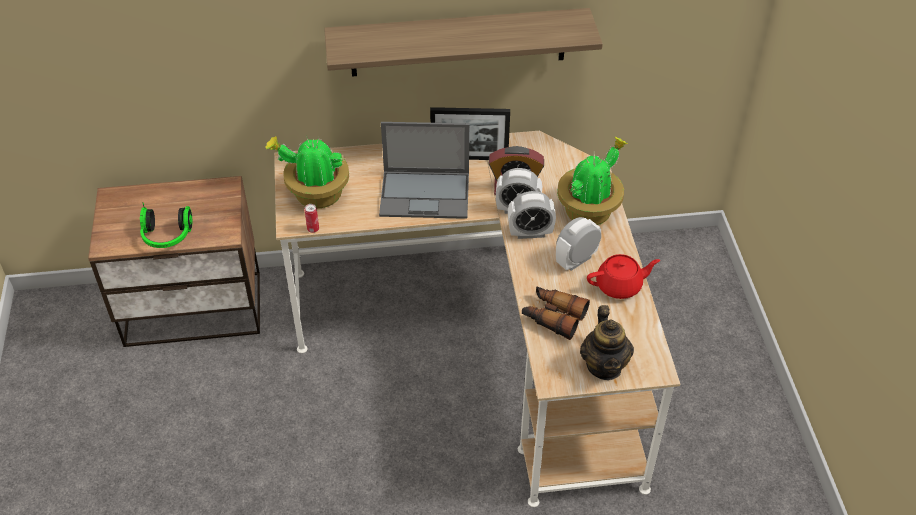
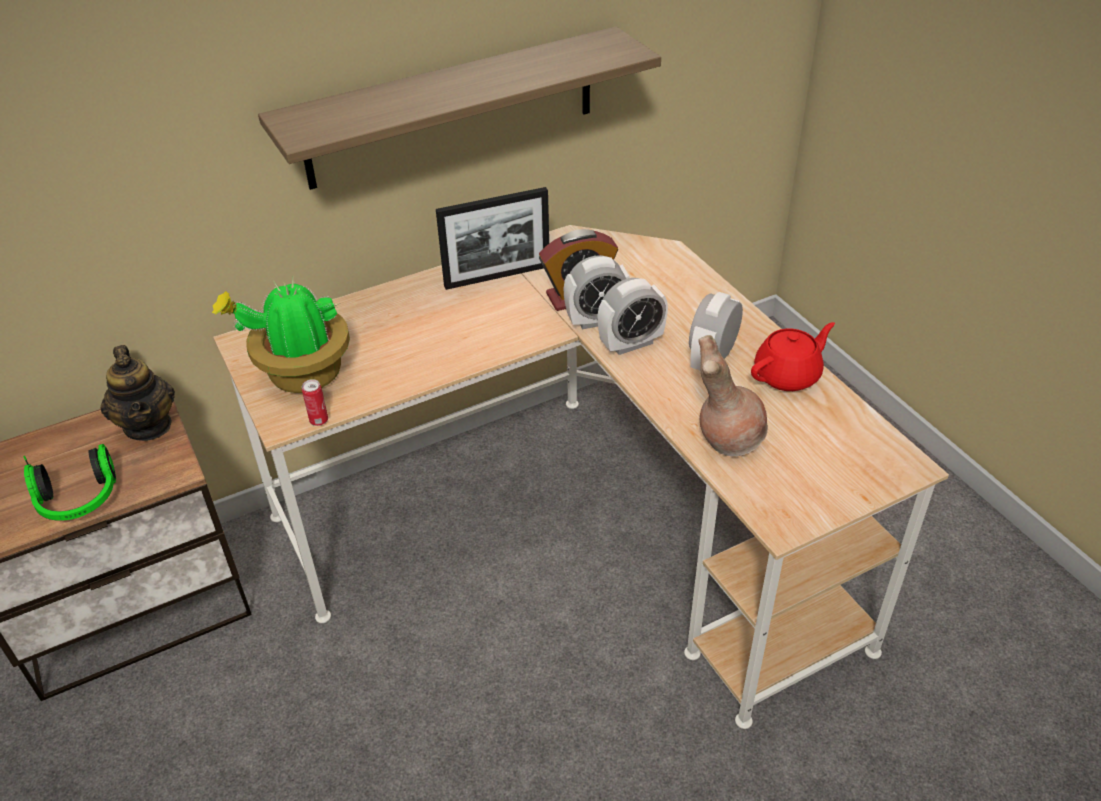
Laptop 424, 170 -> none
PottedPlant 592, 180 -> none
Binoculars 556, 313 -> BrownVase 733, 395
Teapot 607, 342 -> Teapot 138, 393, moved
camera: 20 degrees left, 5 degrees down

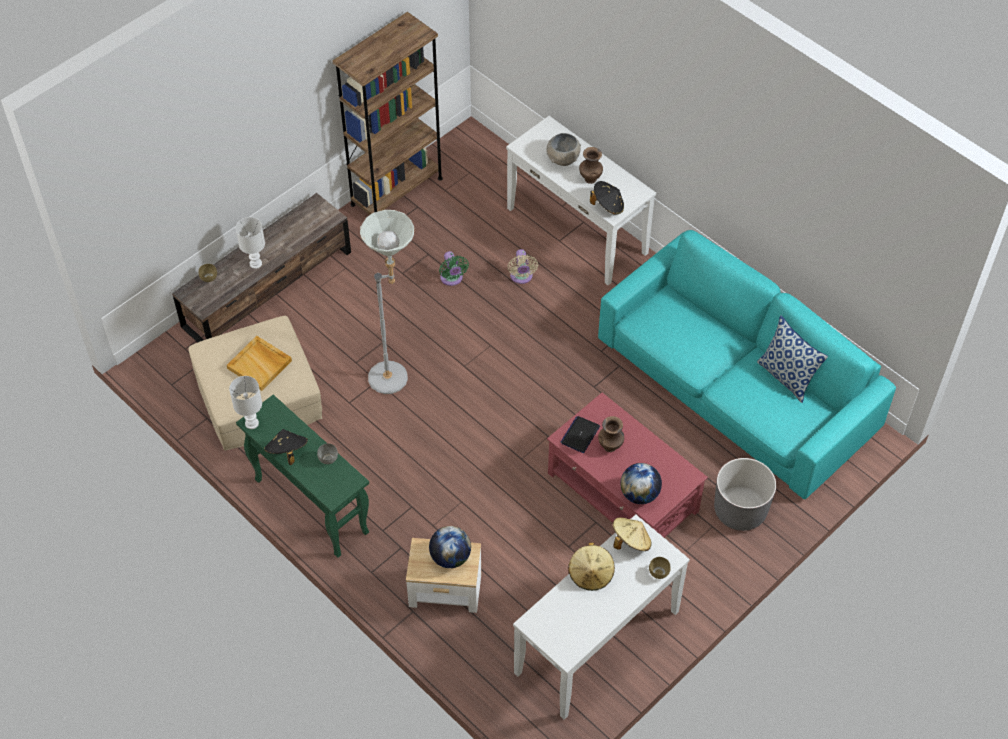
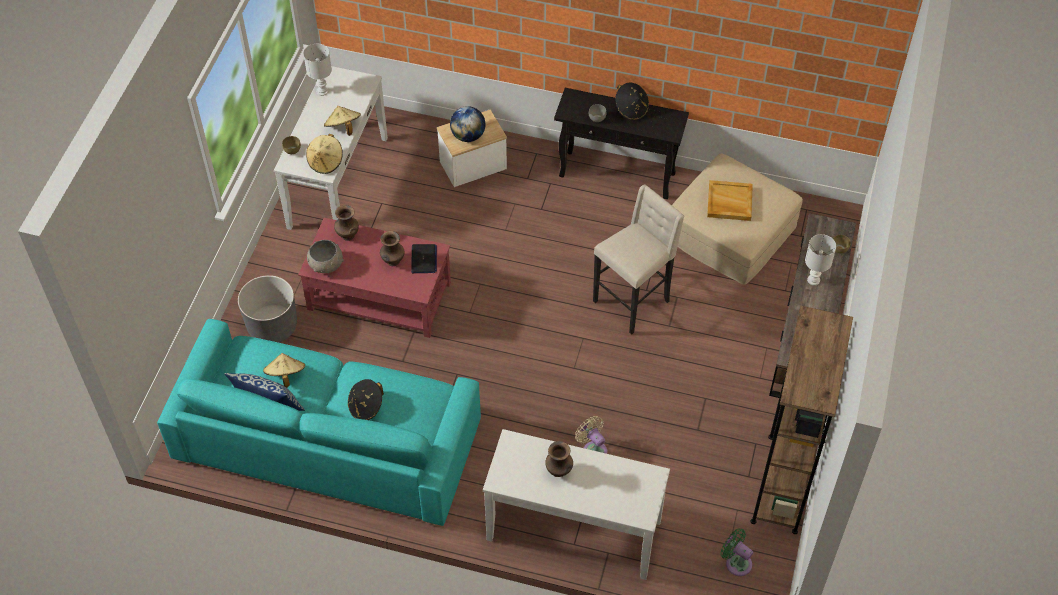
GreyBowl 563, 149 -> GreyBowl 325, 256, moved
BlackHat 607, 198 -> BlackHat 366, 399, moved
GreyFloorLamp 387, 302 -> BeigeStool 638, 259
GreenFan 454, 268 -> GreenFan 736, 552, moved
WhiteTableLamp 245, 402 -> WhiteTableLamp 317, 70, moved
GreenConsoleTable 302, 476 -> BlackConsoleTable 621, 143
Globe 641, 483 -> BrownVase 346, 223
none -> BeigeHat 284, 370
camera: 150 degrees right, 0 degrees up

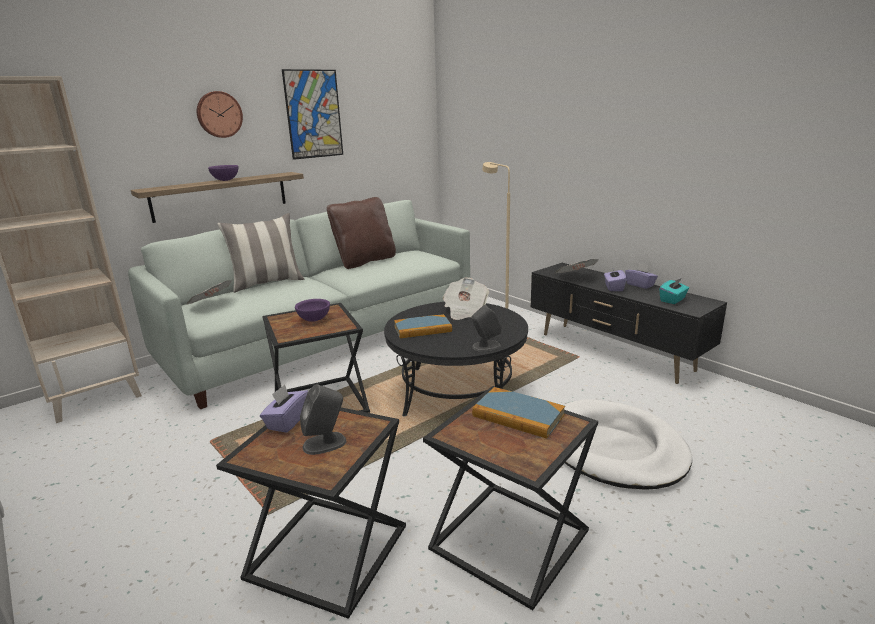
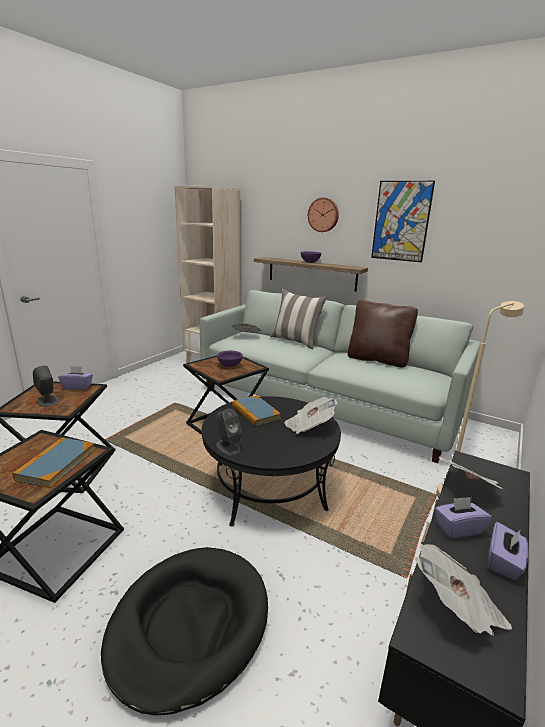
TurquoiseTissueBox 674, 291 -> Newspaper 463, 589
WhiteDogBed 628, 444 -> BlackDogBed 184, 631
camera: 70 degrees right, 0 degrees up

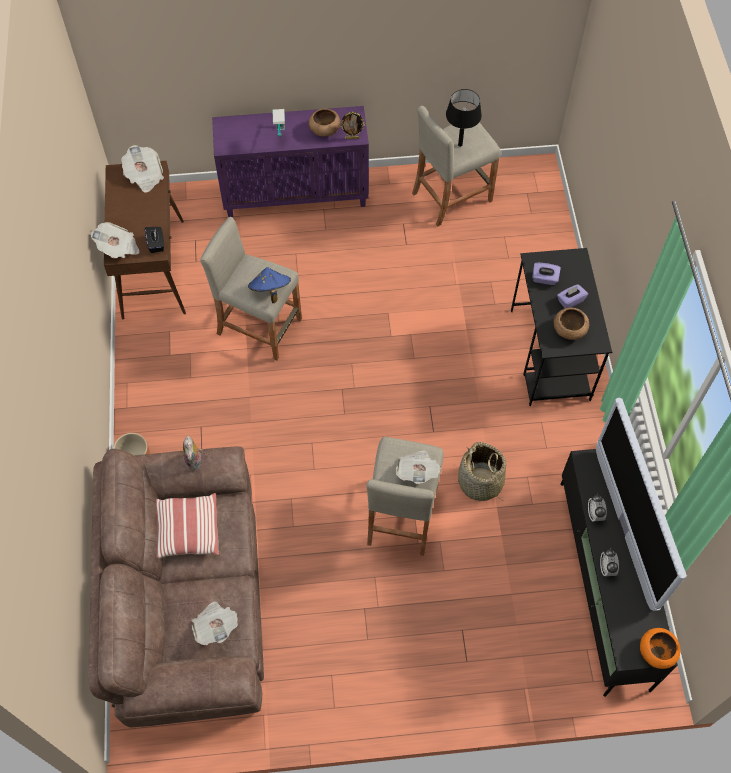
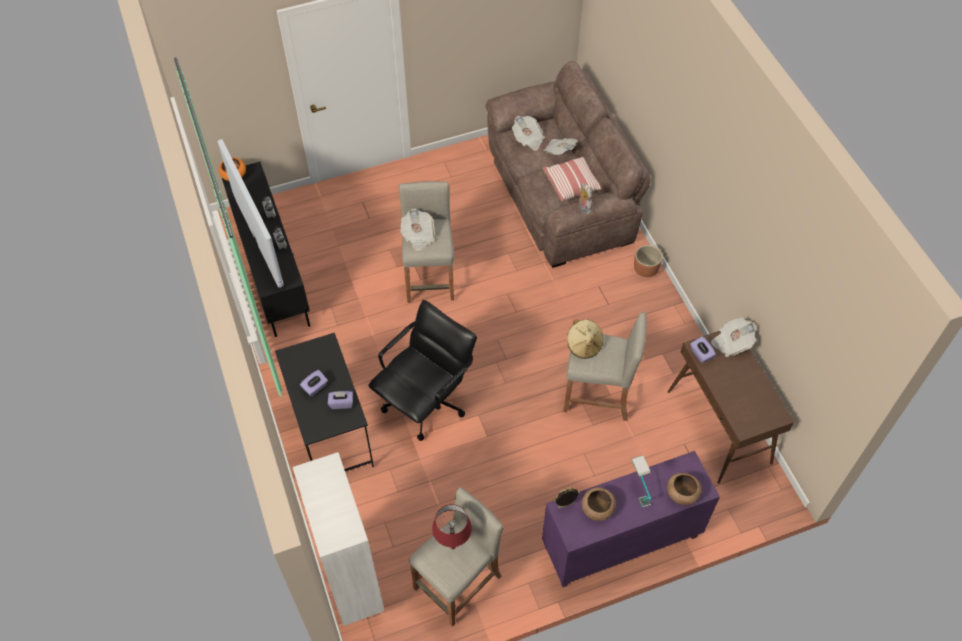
BlackTableLamp 464, 118 -> RedTableLamp 452, 526
Newspaper 142, 169 -> Newspaper 560, 146, moved
BlackTissueBox 154, 240 -> PurpleTissueBox 703, 349
BlueHat 269, 285 -> BeigeHat 585, 339
BrownBowl 571, 323 -> BrownBowl 684, 489, moved
Basket 482, 471 -> none
none -> BlackOfficeChair 423, 370
none -> WhiteBookcase 338, 539
camera: 165 degrees right, 5 degrees down

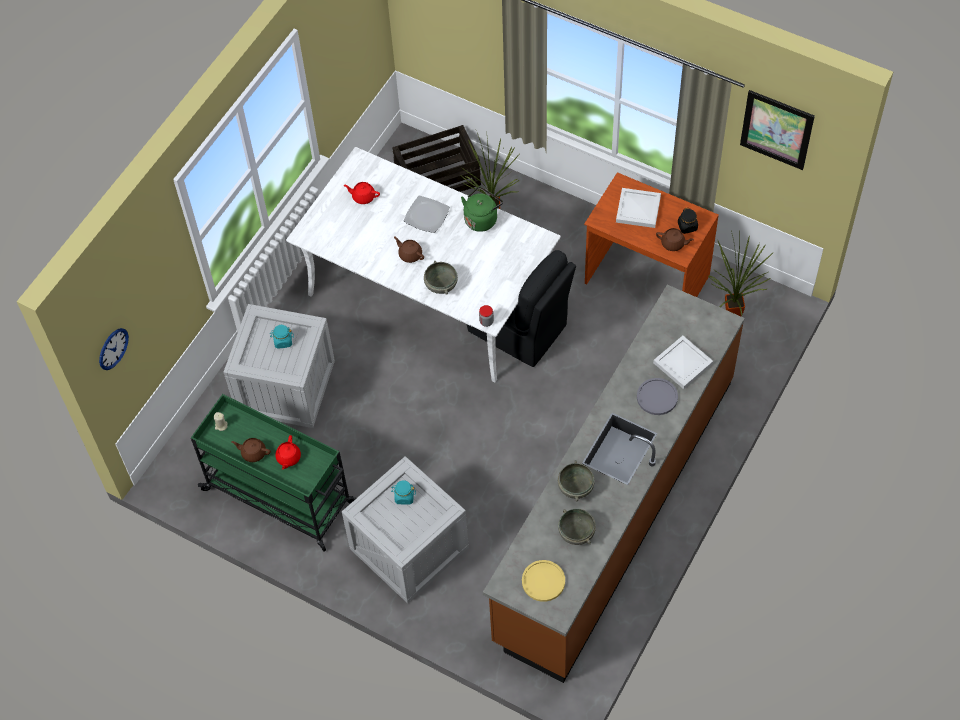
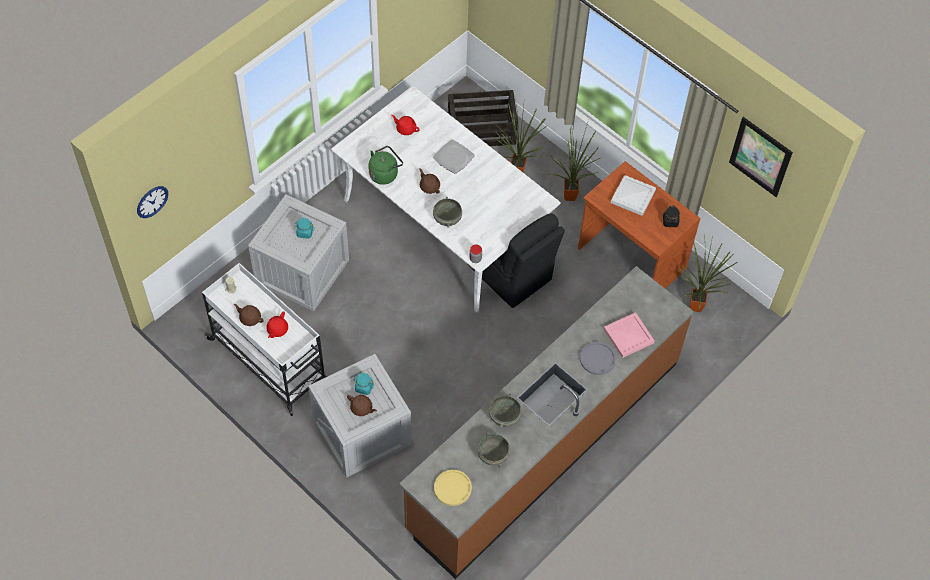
GreenKettle 482, 209 -> GreenKettle 385, 165, moved
BrownTeapot 675, 239 -> BrownTeapot 362, 405, moved
WhiteTray 683, 362 -> PinkTray 629, 335
GreenCart 273, 472 -> WhiteCart 265, 339
none -> PottedPlant 574, 160
camera: 10 degrees right, 0 degrees up

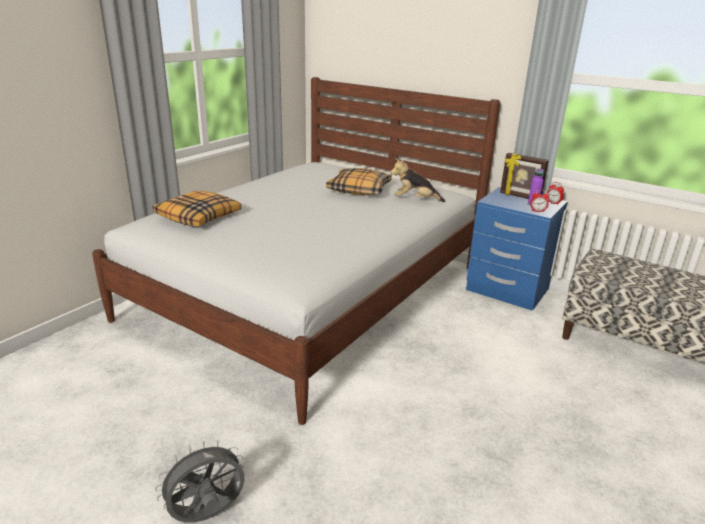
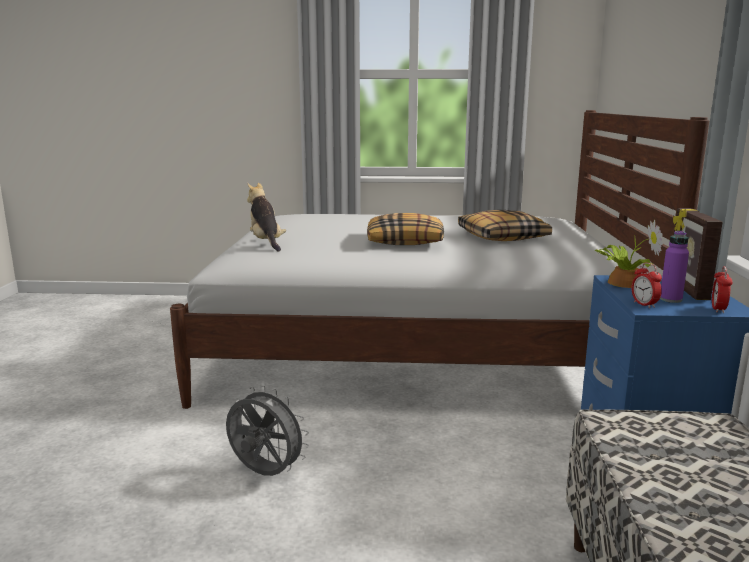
PlushToy 417, 180 -> PlushToy 266, 217, moved
Pillow 197, 208 -> Pillow 405, 229, moved
GreyFan 200, 481 -> GreyFan 267, 430, moved
none -> PottedPlant 629, 254
camera: 60 degrees right, 10 degrees down

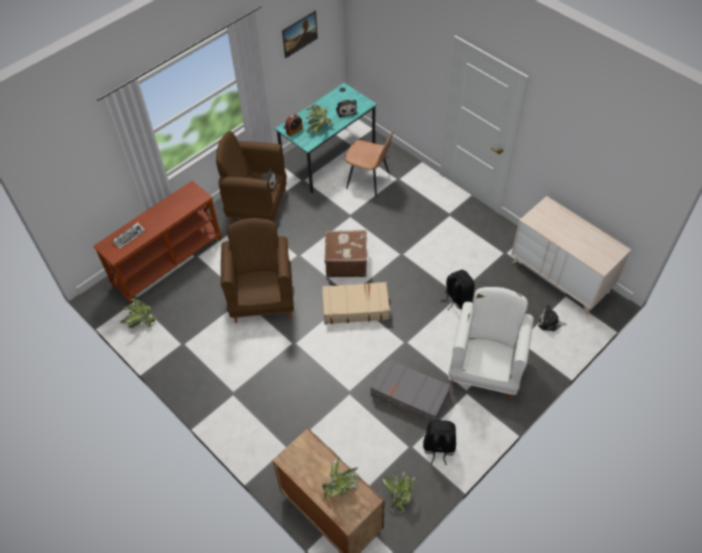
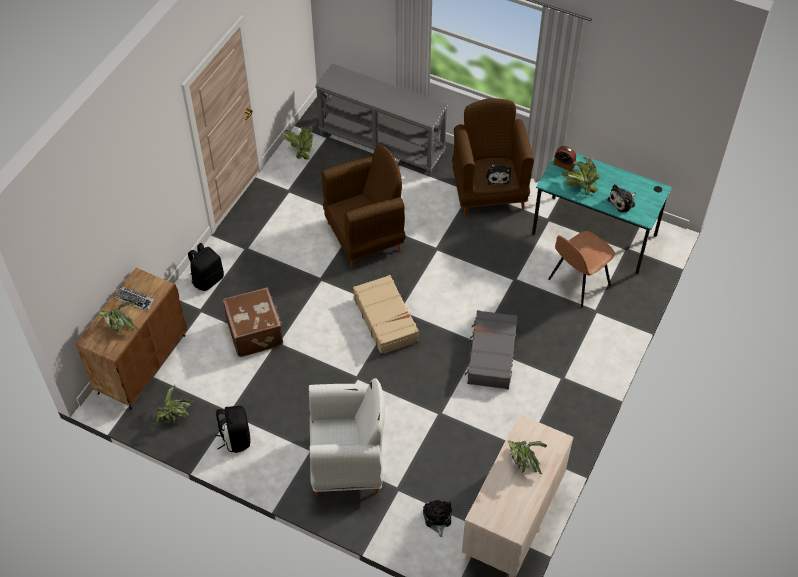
Picture 300, 34 -> none
BrownChair 369, 163 -> BrownChair 581, 269, 45 degrees clockwise
BrownConsoleTable 157, 242 -> GreyConsoleTable 381, 119
Keyboard 128, 235 -> Keyboard 134, 299, moved
BrownSuitcase 346, 254 -> BrownSuitcase 253, 322, moved
BlackBackpack 458, 290 -> BlackBackpack 206, 267, moved
GreySuitcase 411, 390 -> GreySuitcase 491, 349, moved
none -> PottedPlant 527, 457
camera: 70 degrees right, 0 degrees up

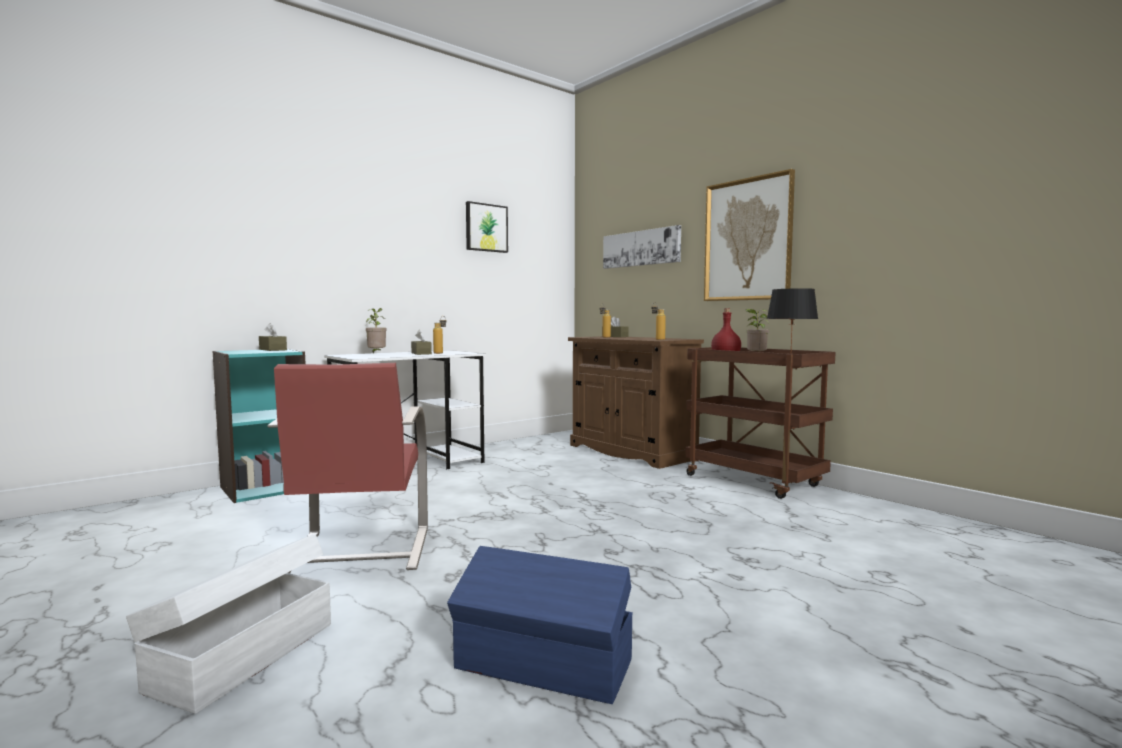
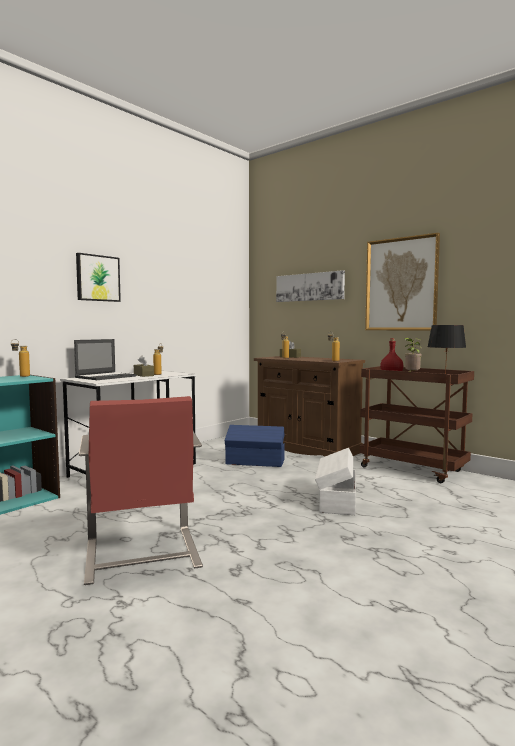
Picture 487, 227 -> Picture 98, 277, moved
PottedPlant 376, 330 -> Laptop 105, 359
BrownTissueBox 273, 337 -> Bottle 20, 358
WhiteStorageBox 228, 624 -> WhiteStorageBox 335, 481, moved
BlueStorageBox 540, 625 -> BlueStorageBox 255, 446, moved
camera: 10 degrees left, 0 degrees up

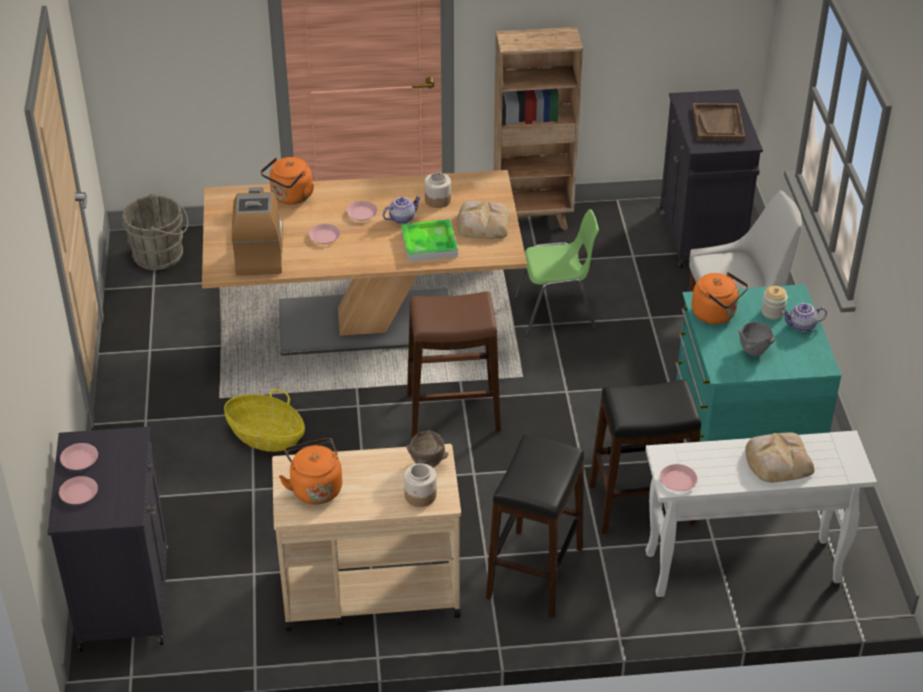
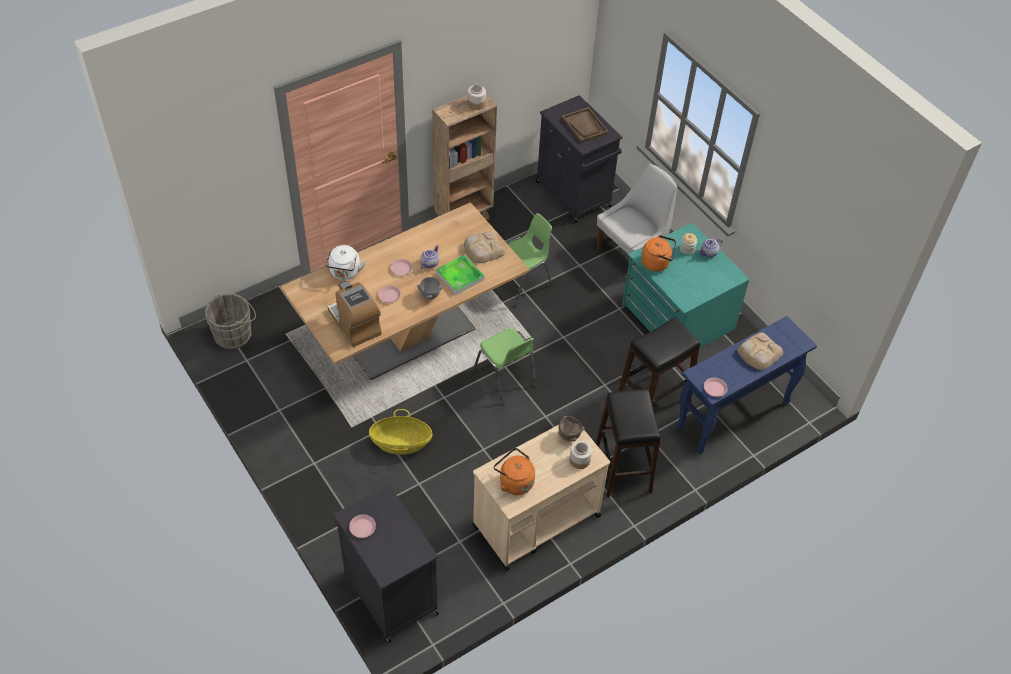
OrangeKettle 287, 180 -> WhiteKettle 345, 262
Jar 438, 190 -> Jar 477, 97, moved
BrownStool 454, 365 -> GreenChair 505, 366
GreyBowl 756, 339 -> GreyBowl 430, 288, moved
WhiteConsoleTable 761, 514 -> BlueConsoleTable 746, 385
PinkPlate 78, 490 -> none
camera: 30 degrees left, 10 degrees up

